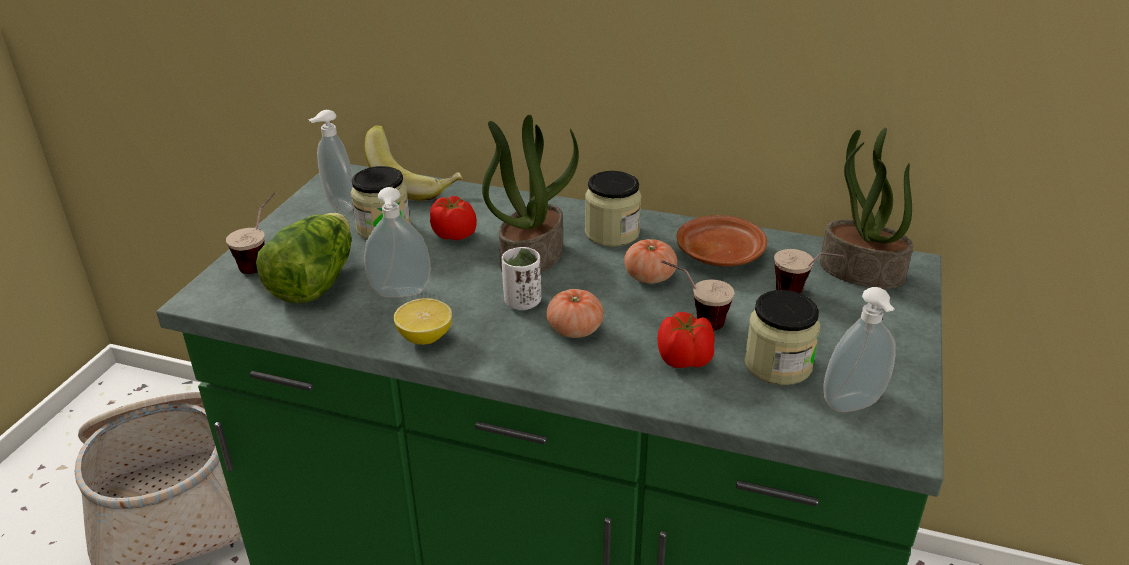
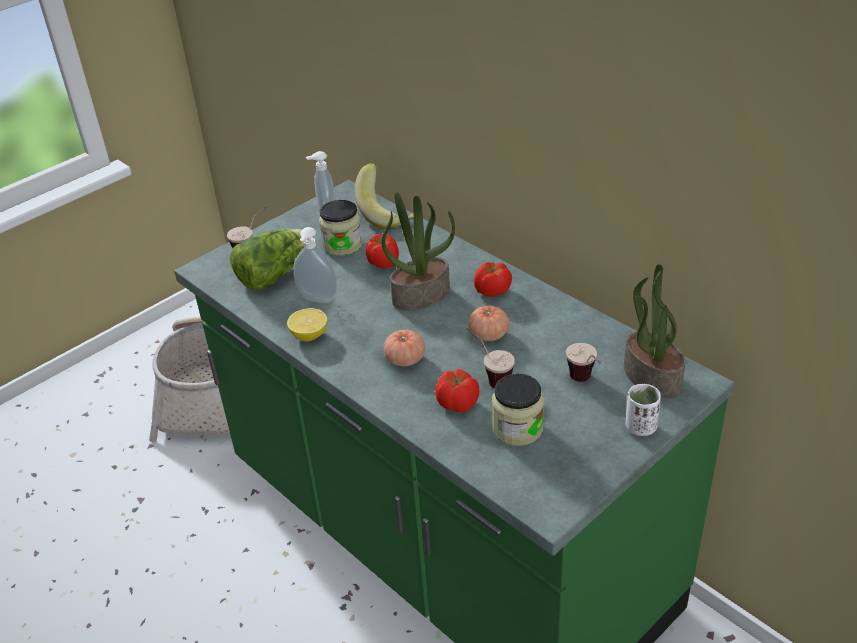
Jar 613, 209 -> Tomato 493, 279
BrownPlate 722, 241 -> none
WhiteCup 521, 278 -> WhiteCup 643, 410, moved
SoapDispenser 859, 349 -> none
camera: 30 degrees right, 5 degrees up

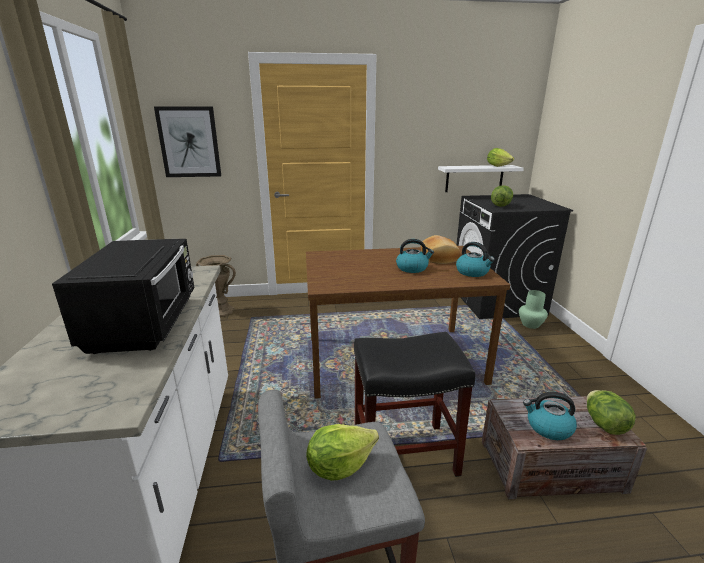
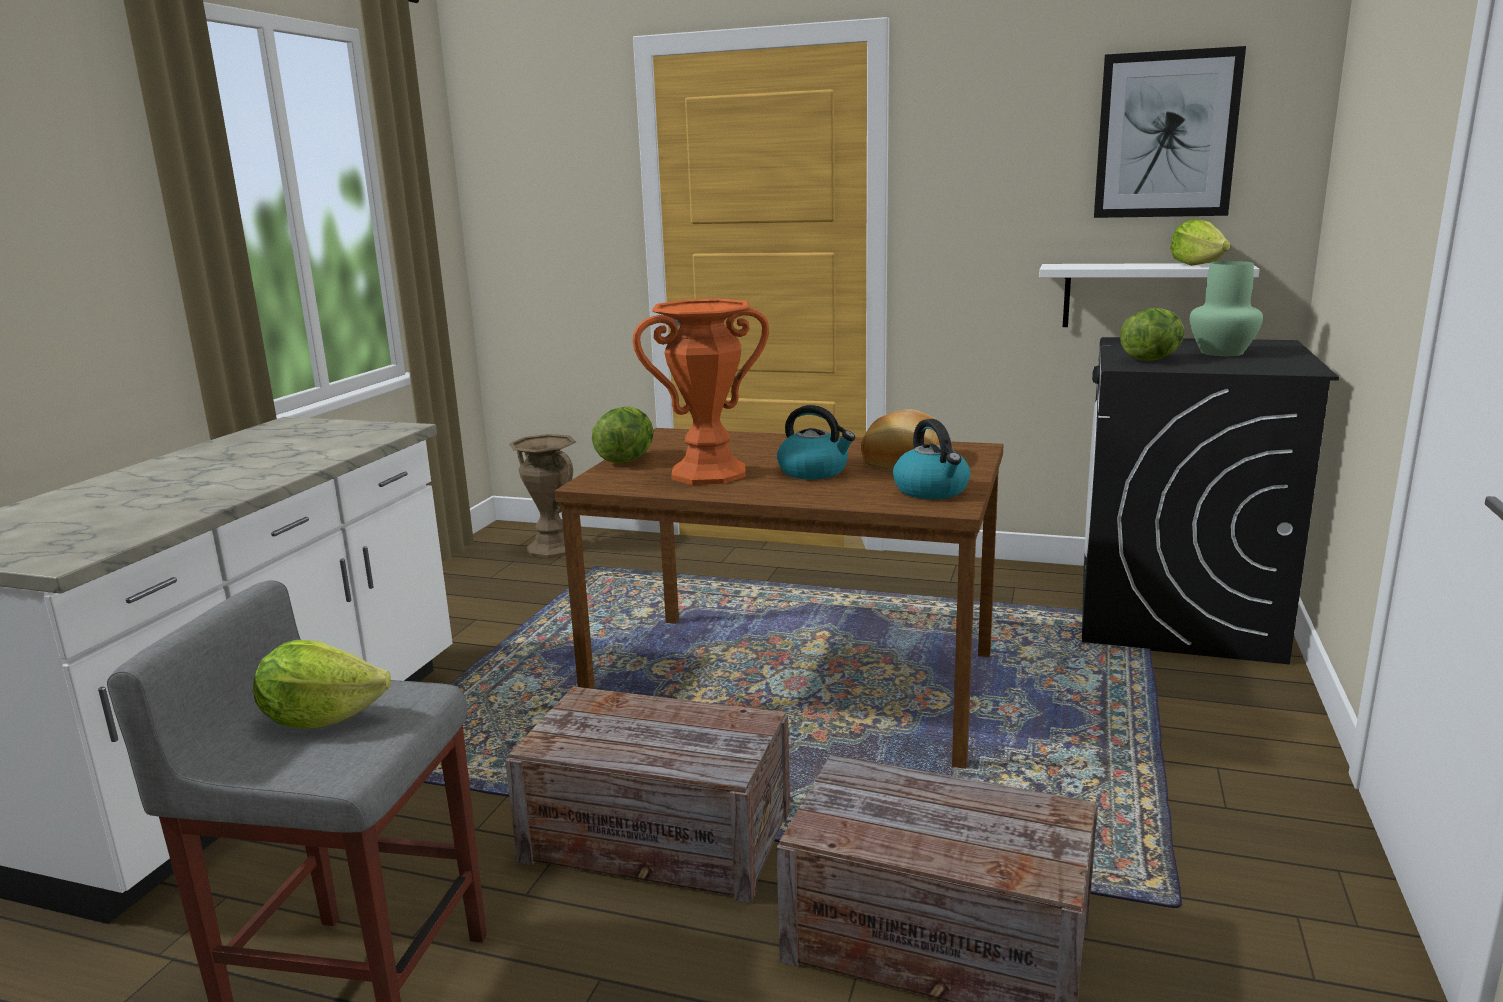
Picture 187, 142 -> Picture 1170, 132, moved
BlackMicrowave 123, 296 -> none
GreenVase 533, 309 -> GreenVase 1226, 308, moved
BlackStool 414, 404 -> Crate 647, 794
Lettuce 611, 412 -> Lettuce 623, 434, moved
Kettle 550, 416 -> none
none -> OrangeVase 700, 391
camera: 25 degrees right, 5 degrees down

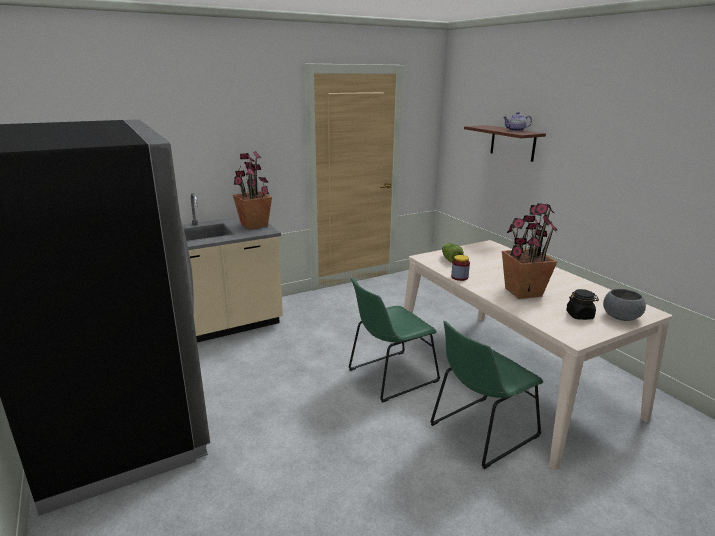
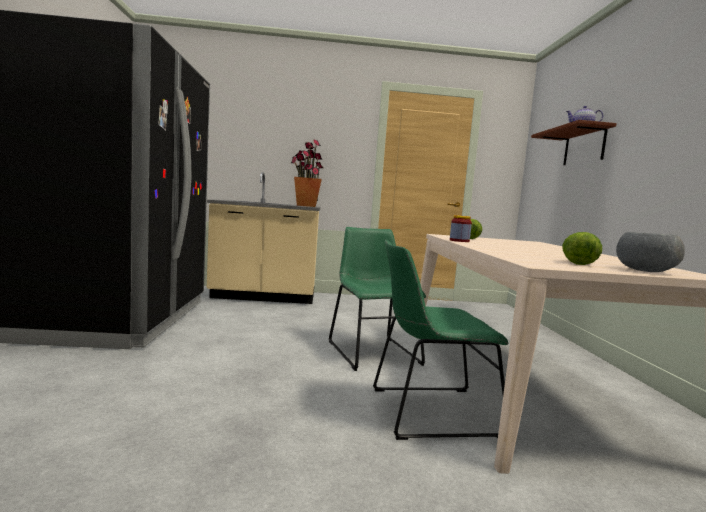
PottedPlant 529, 251 -> none
GreenChair 394, 340 -> GreenChair 377, 299, 75 degrees clockwise
BlackJar 582, 304 -> Lettuce 582, 248
camera: 25 degrees right, 15 degrees down

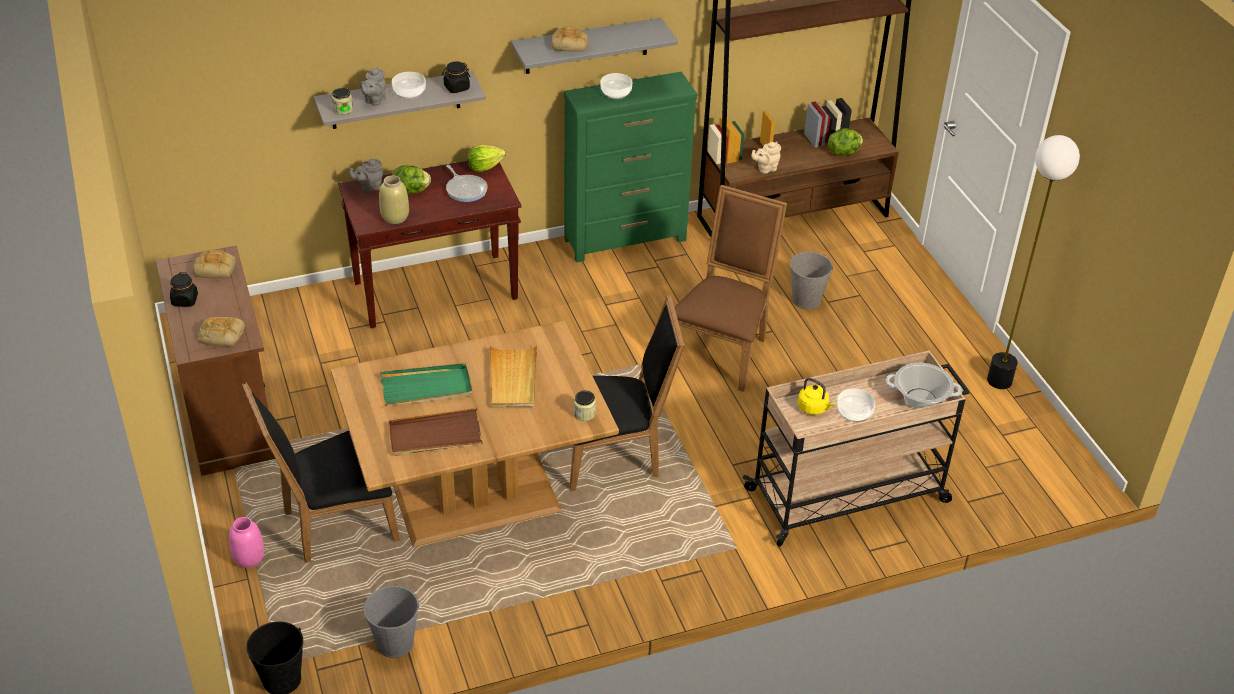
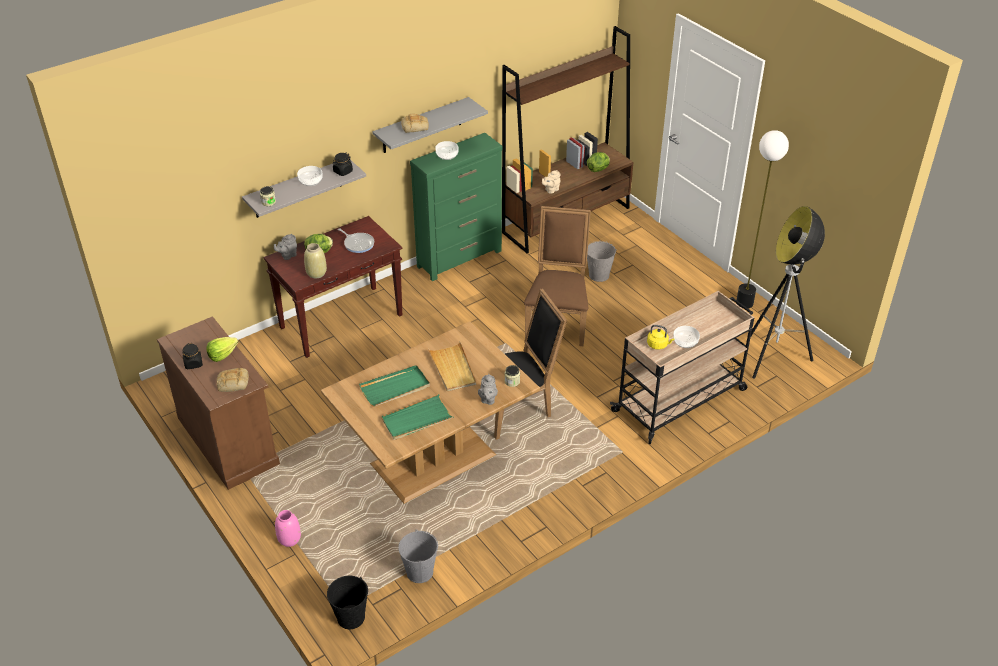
GreyTeapot 373, 86 -> GreyTeapot 488, 389, moved
Lettuce 487, 158 -> Lettuce 222, 349, moved
Bread 214, 263 -> none
CookingPot 924, 386 -> none
BlackChair 321, 473 -> none
BrownTray 436, 432 -> GreenTray 417, 417
none -> FloorLamp 788, 292
camera: 15 degrees left, 0 degrees up

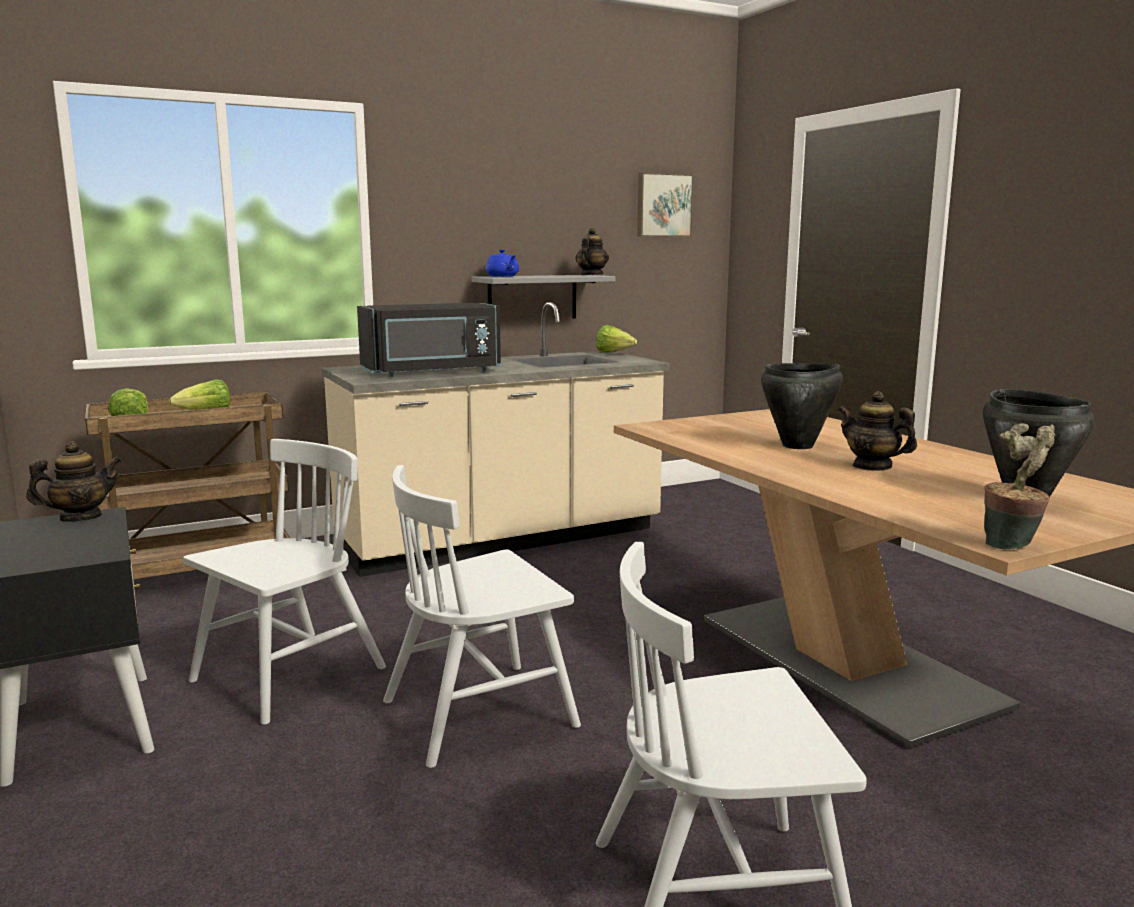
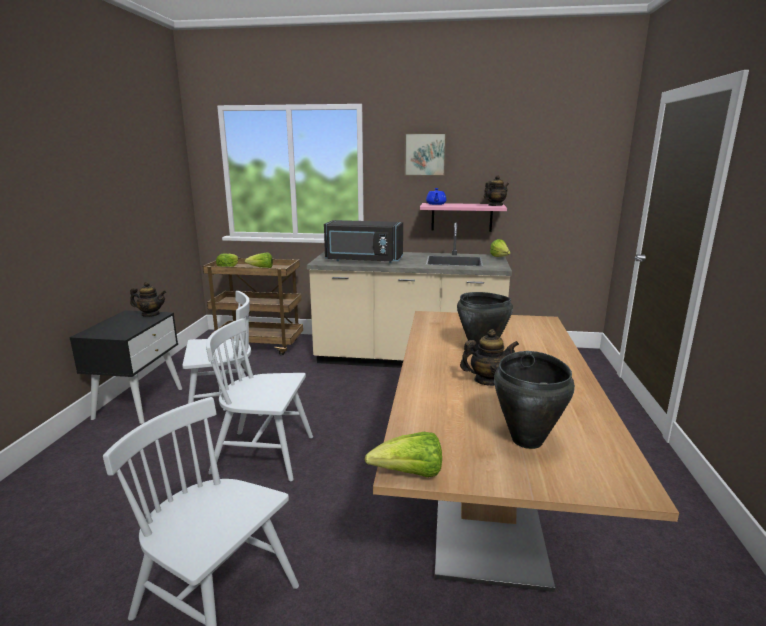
Picture 665, 204 -> Picture 425, 154, moved
GreyShelf 543, 296 -> PinkShelf 463, 217
Teapot 877, 431 -> Teapot 489, 357, 90 degrees clockwise
PottedPlant 1020, 486 -> Lettuce 403, 454
camera: 35 degrees right, 5 degrees up

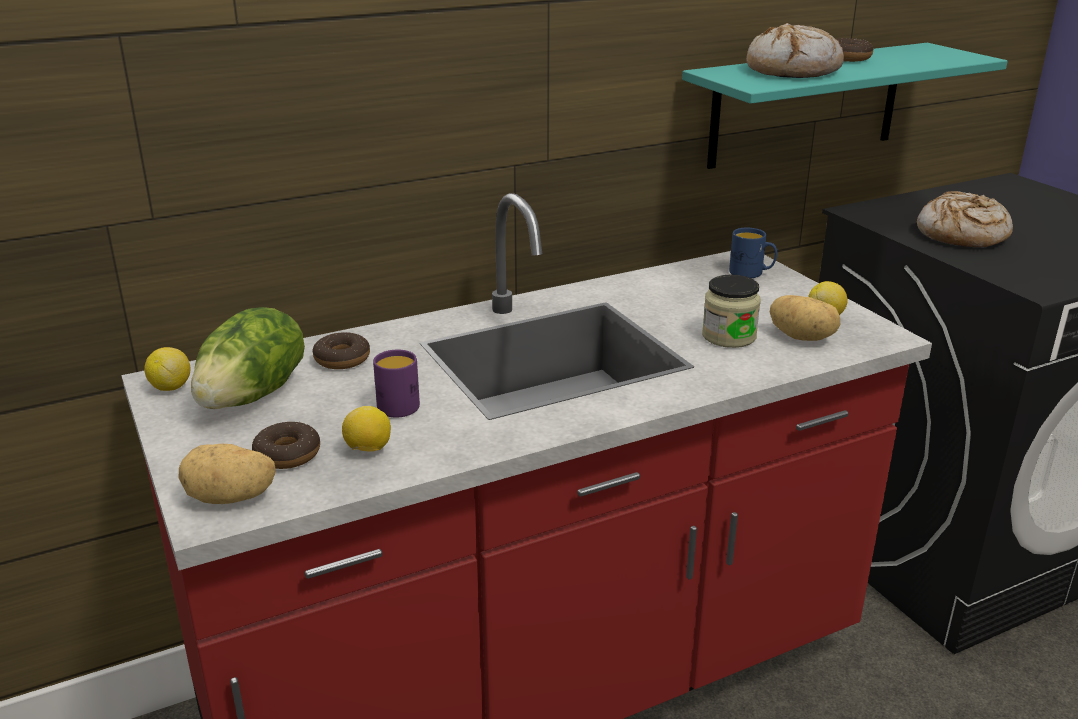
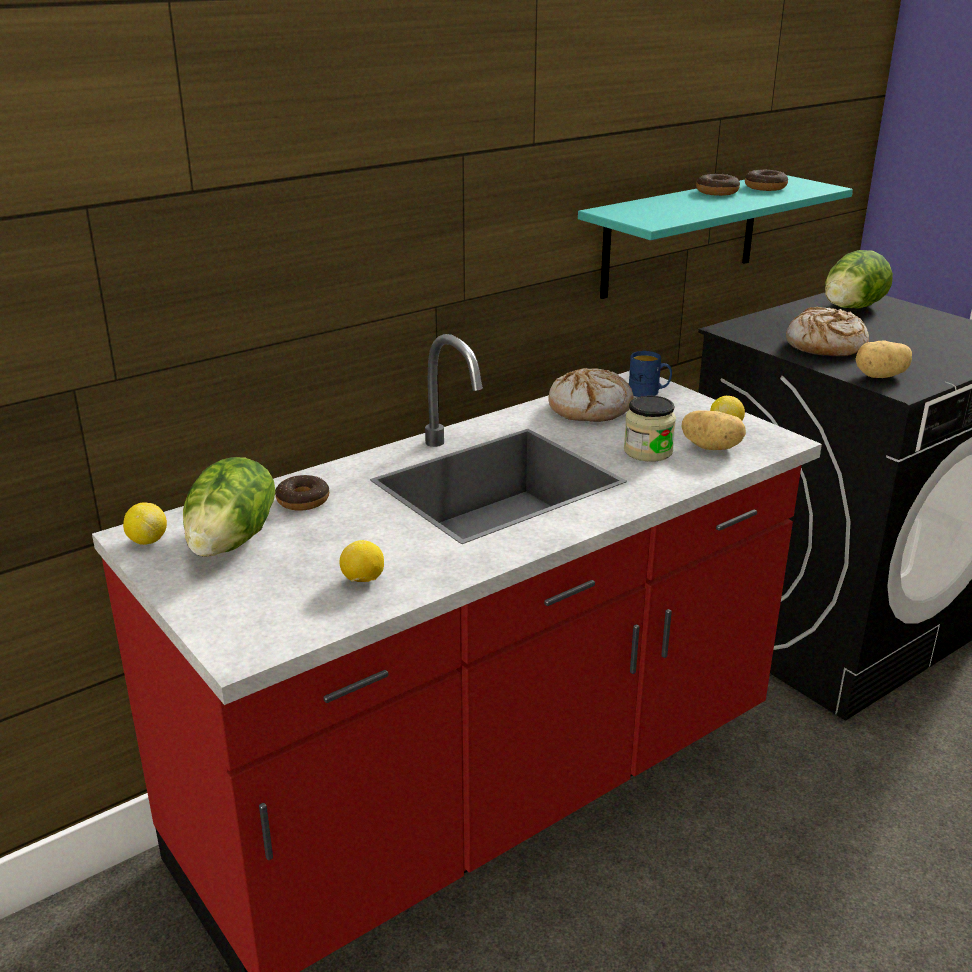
Bread 795, 50 -> Bread 591, 395, moved
PurpleMug 396, 384 -> none
Donut 286, 445 -> Donut 766, 180, moved
Potato 227, 474 -> Potato 884, 359, moved
none -> Lettuce 859, 279
camera: 10 degrees left, 0 degrees up

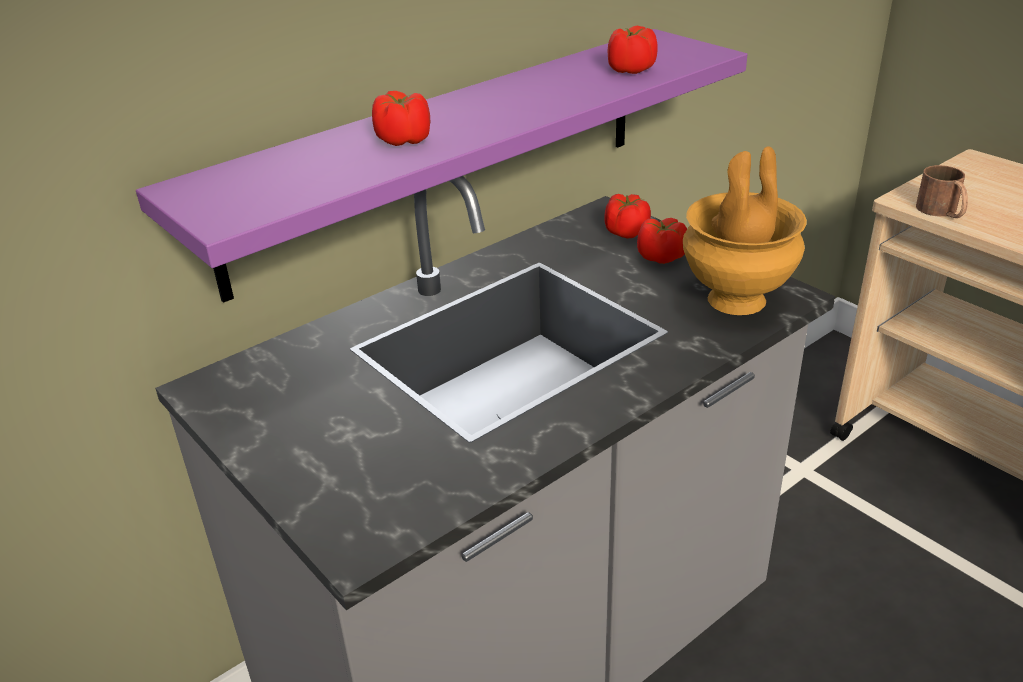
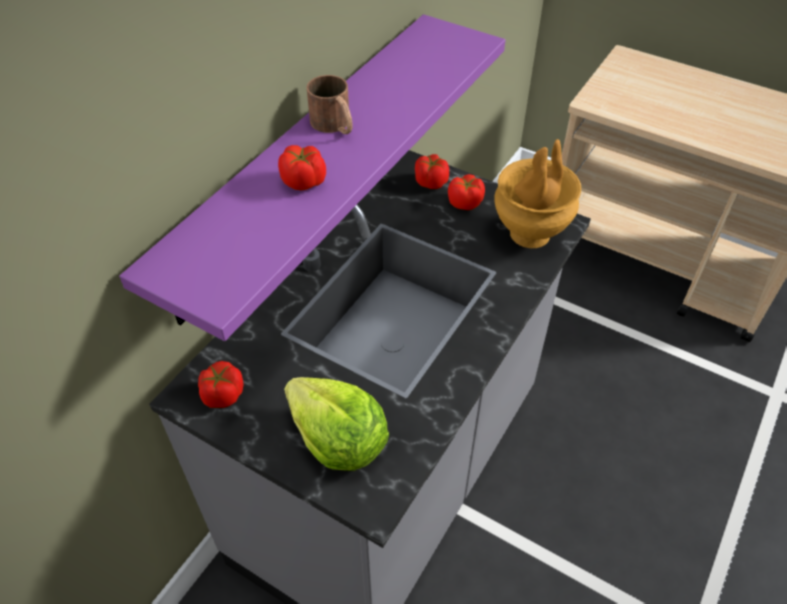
Tomato 633, 50 -> Tomato 221, 384, moved
BrownMug 942, 191 -> BrownMug 330, 104, moved
none -> Lettuce 336, 424
camera: 20 degrees left, 15 degrees up

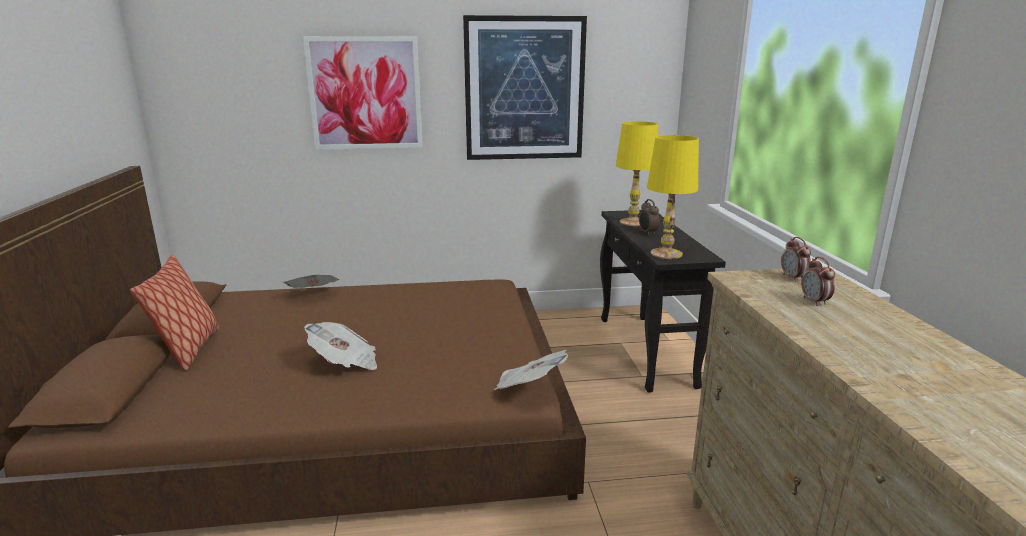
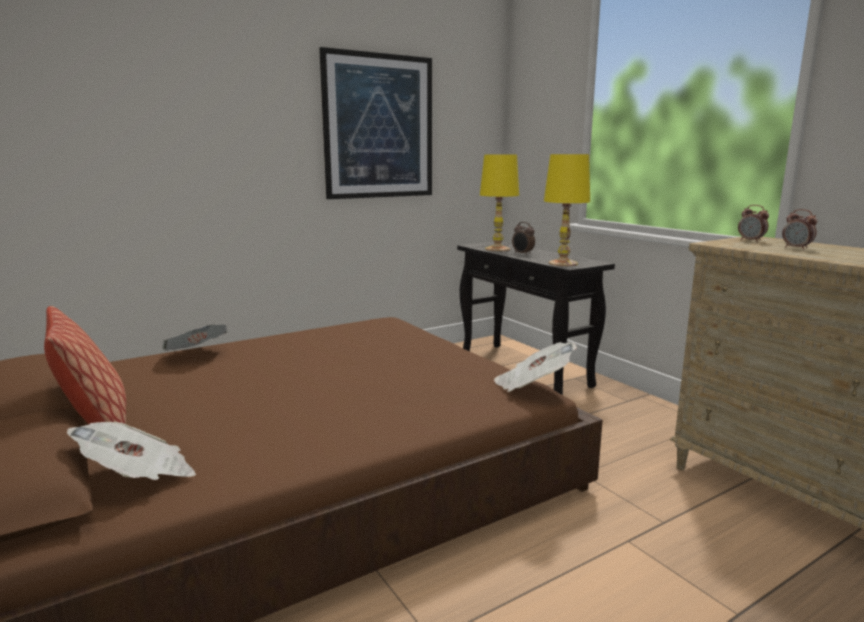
Picture 363, 93 -> none
Newspaper 340, 346 -> Newspaper 131, 451, moved
camera: 25 degrees left, 5 degrees down

